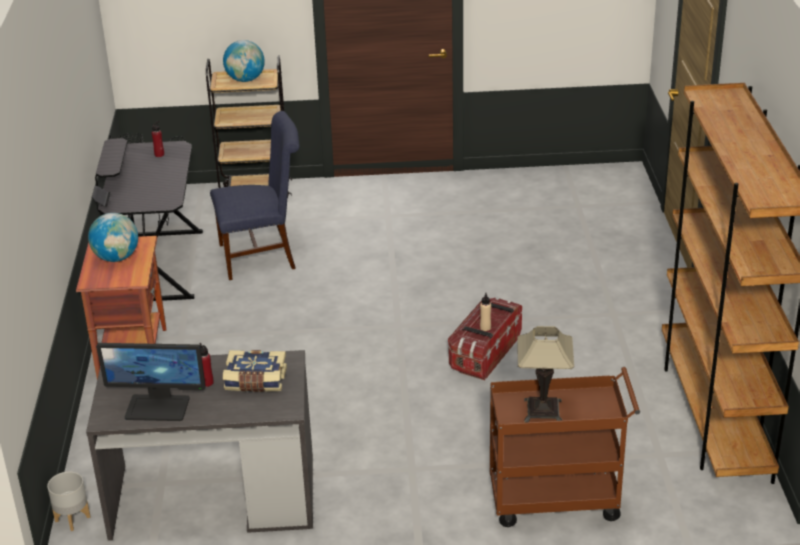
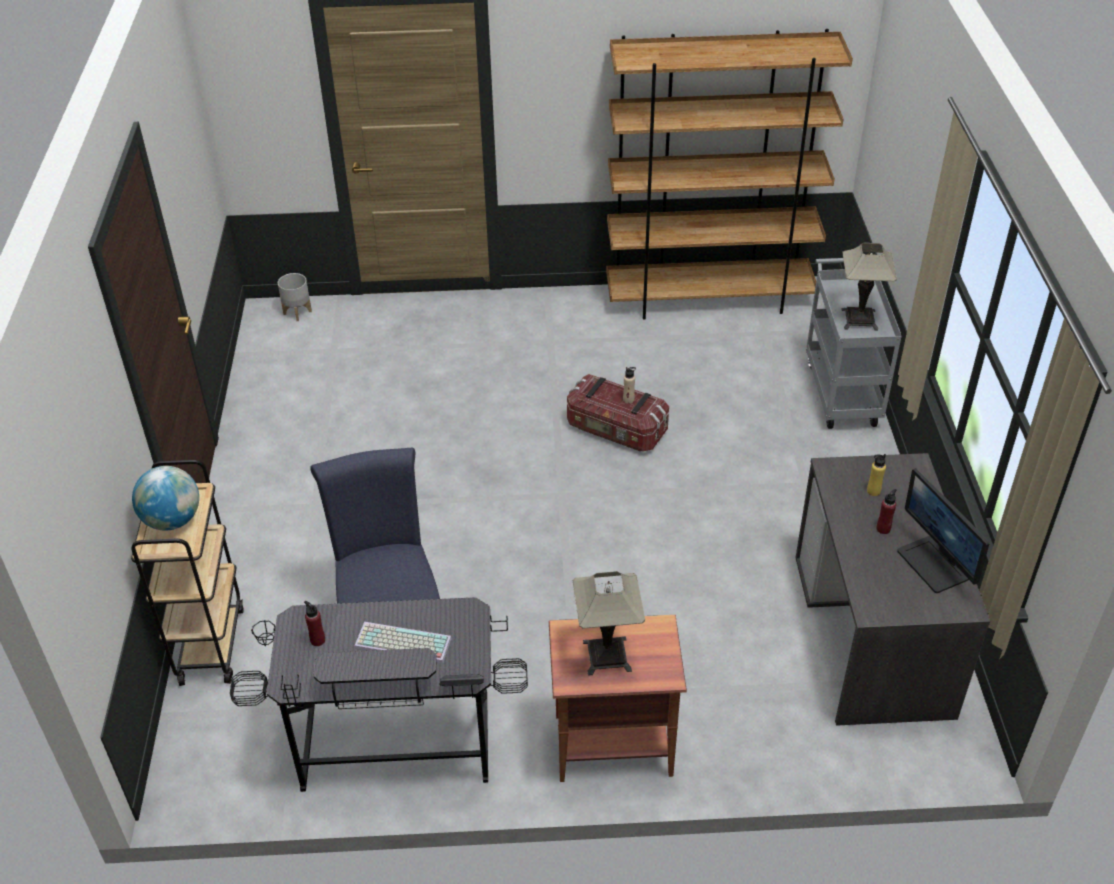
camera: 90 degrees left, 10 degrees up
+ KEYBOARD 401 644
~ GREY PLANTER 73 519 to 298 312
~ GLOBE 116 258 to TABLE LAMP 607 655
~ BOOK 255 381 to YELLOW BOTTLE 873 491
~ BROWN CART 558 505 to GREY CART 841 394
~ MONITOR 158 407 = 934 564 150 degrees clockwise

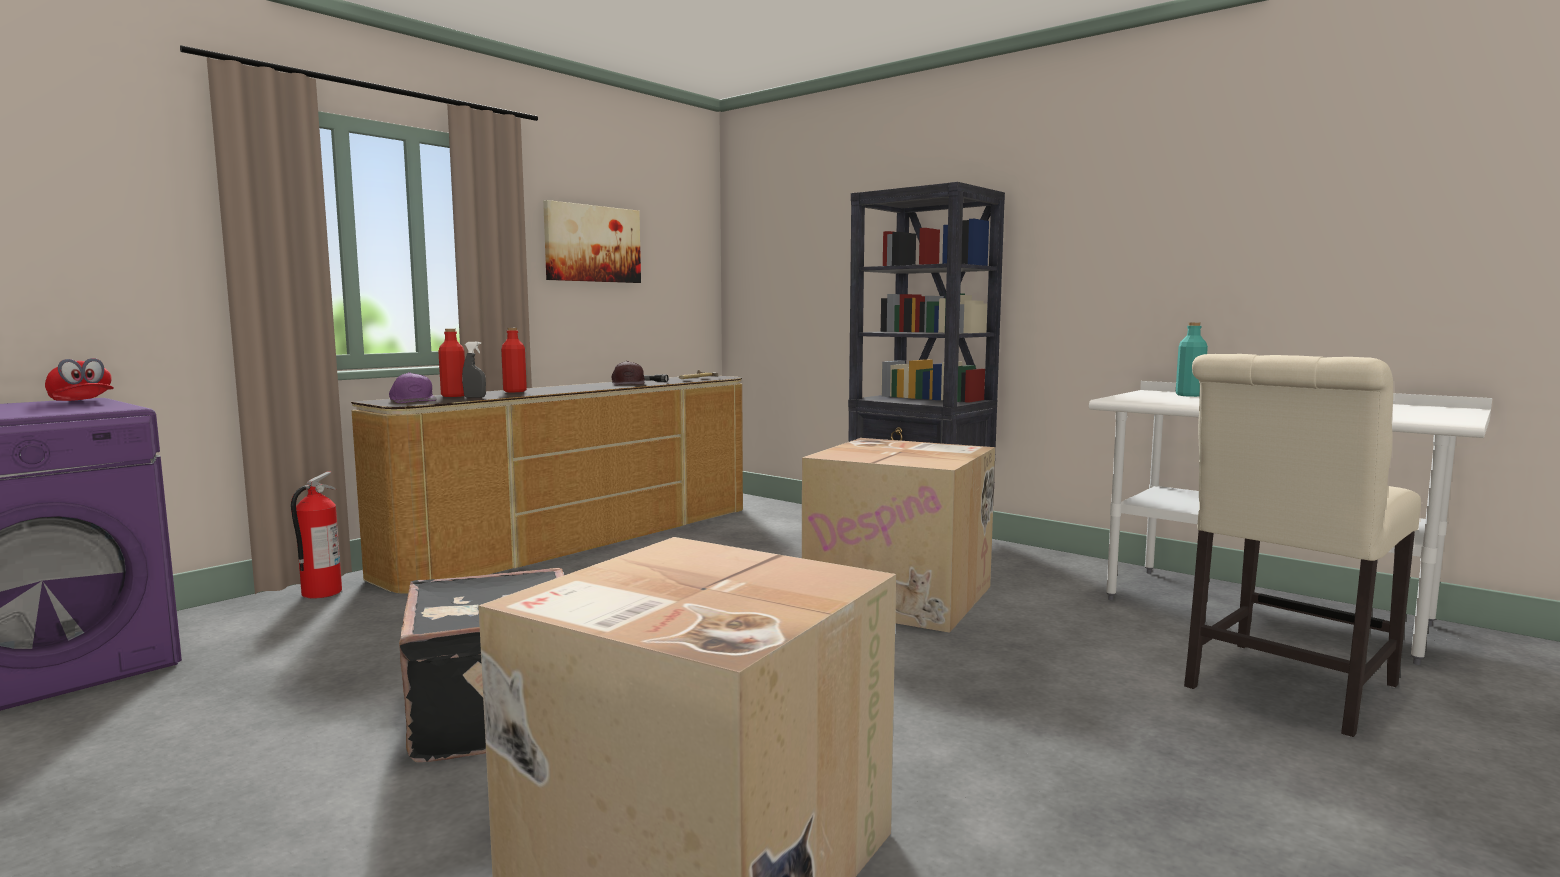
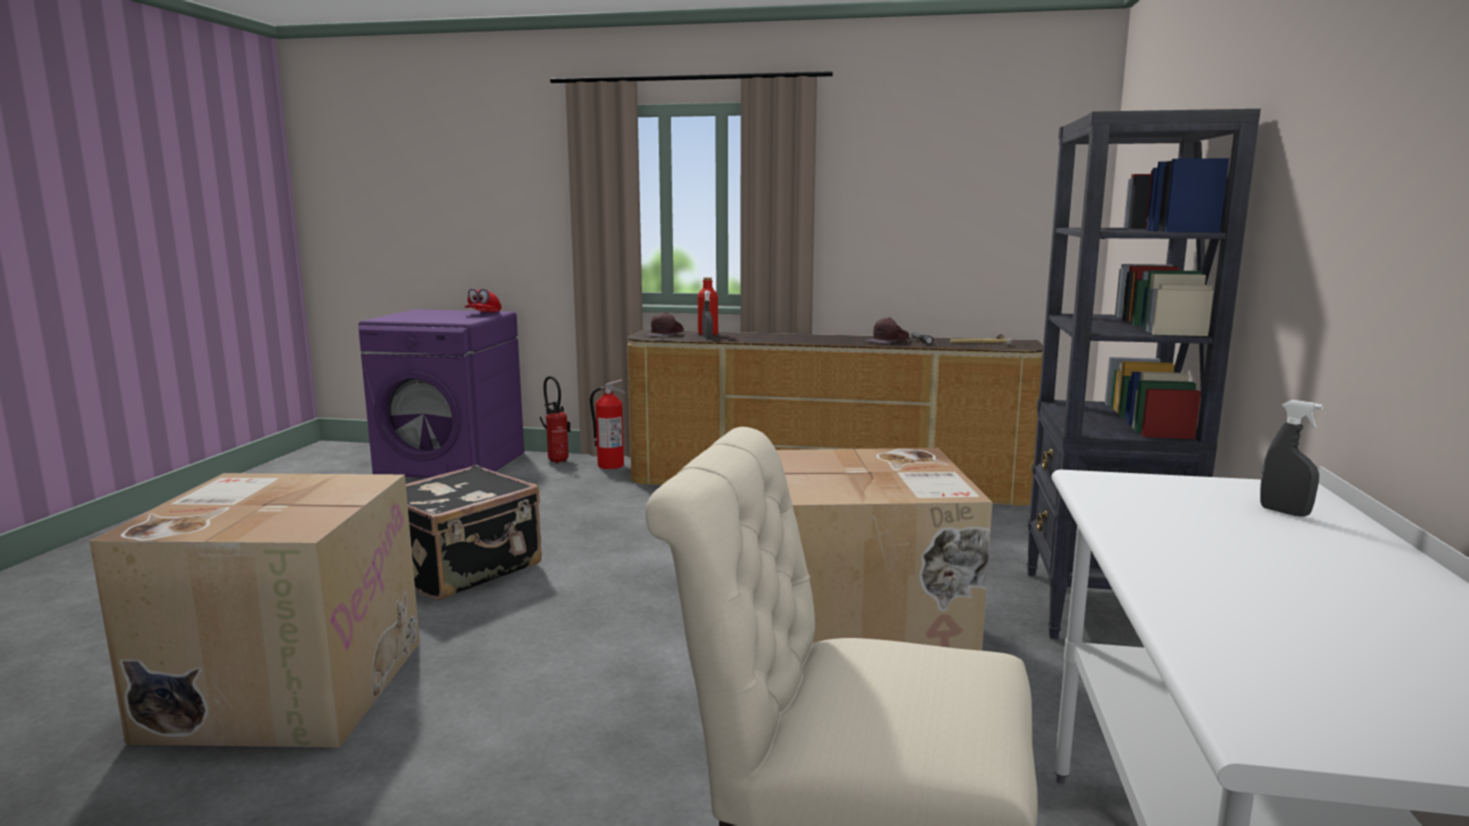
camera: 60 degrees right, 5 degrees up
- RED BOTTLE 515 391
- PICTURE 592 244
+ FIRE EXTINGUISHER 557 460
~ TURQUOISE BOTTLE 1189 395 to GREY SPRAY BOTTLE 1284 512
~ PURPLE CAP 413 400 to BROWN CAP 665 334

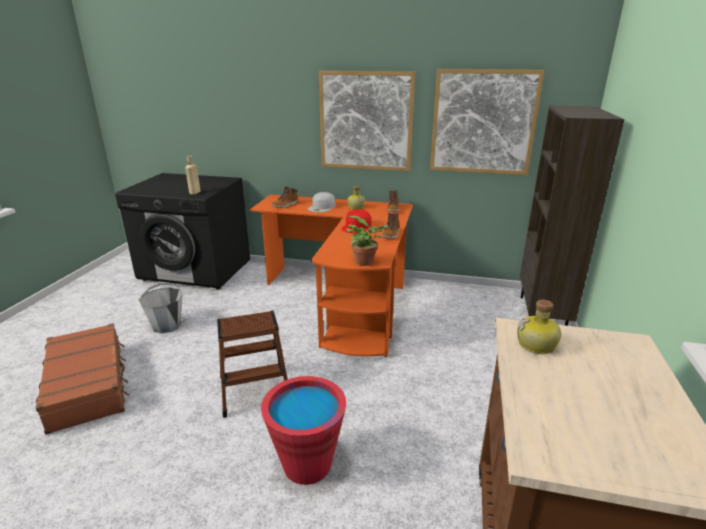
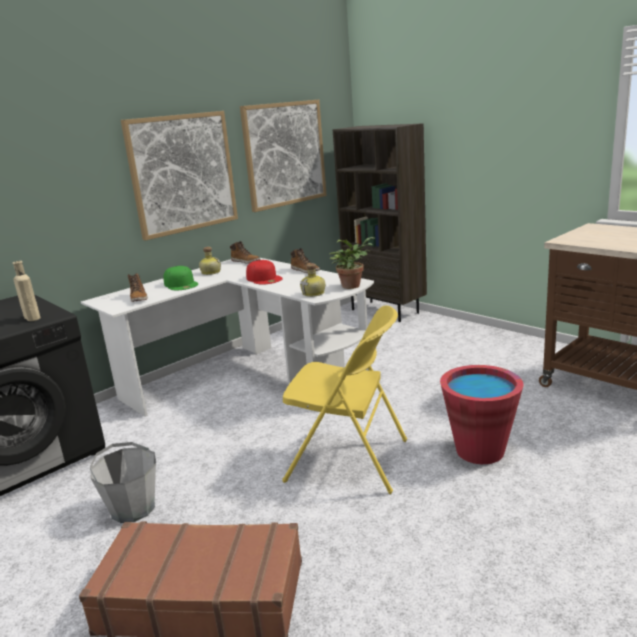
camera: 55 degrees left, 5 degrees down
~ BOTTLE 537 345 to 314 293
~ BROWN STEP LADDER 254 388 to YELLOW CHAIR 347 460
~ ORANGE DESK 345 299 to WHITE DESK 248 378
~ WHITE CAP 322 207 to GREEN CAP 181 284

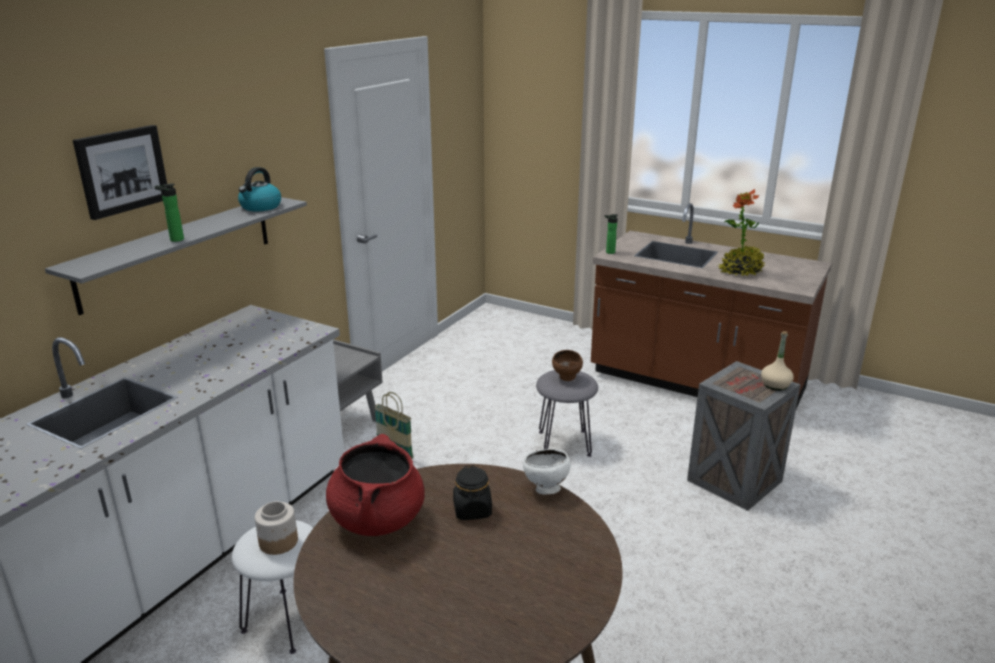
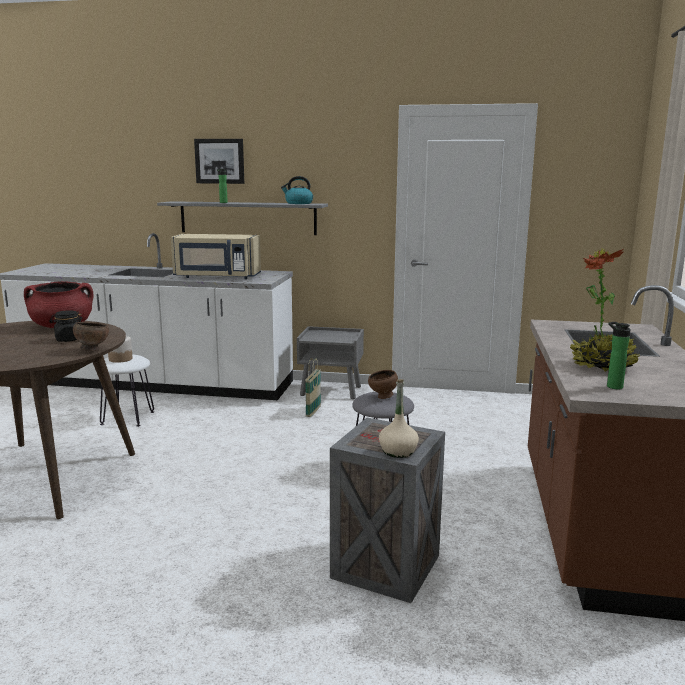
camera: 70 degrees right, 10 degrees down
+ BEIGE MICROWAVE 217 277
~ BOTTLE 609 252 to 612 386
~ WHITE BOWL 545 489 to BROWN BOWL 92 350

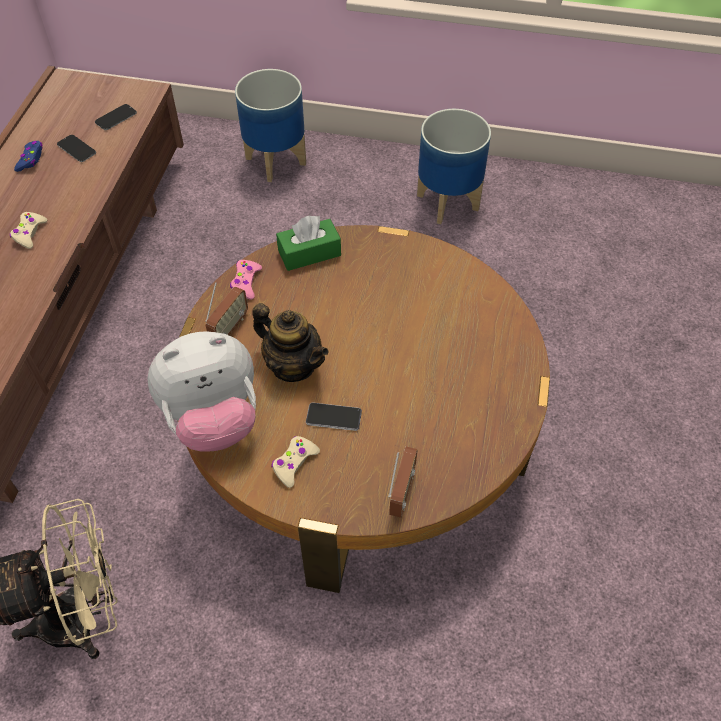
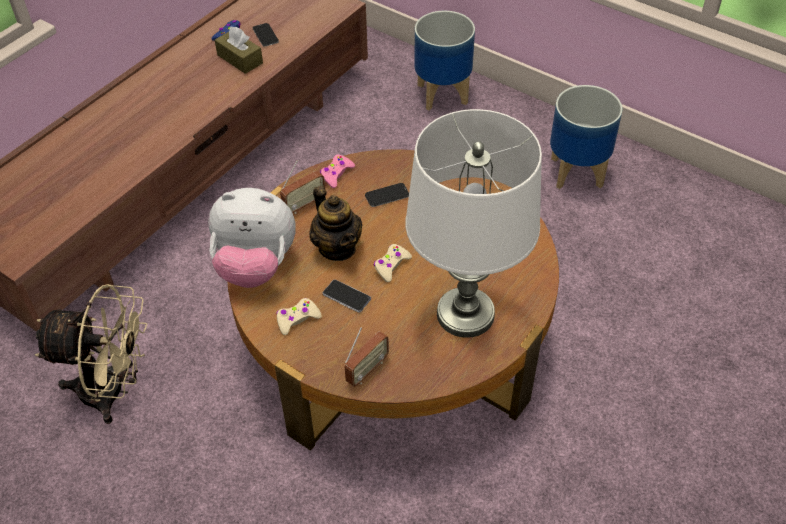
camera: 25 degrees right, 5 degrees down
- GREEN TISSUE BOX 309 253
+ BROWN TISSUE BOX 240 59
+ WHITE TABLE LAMP 465 314
~ BEIGE GAME CONTROLLER 29 233 to 391 266
~ PHONE 116 118 to 387 196

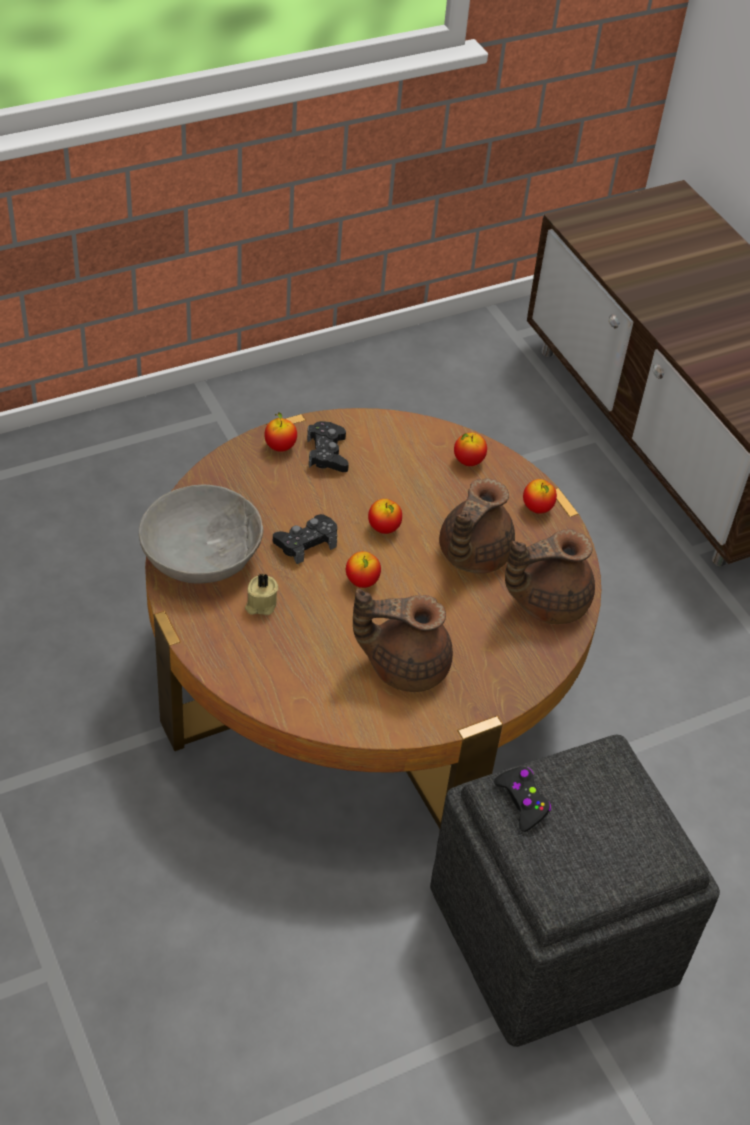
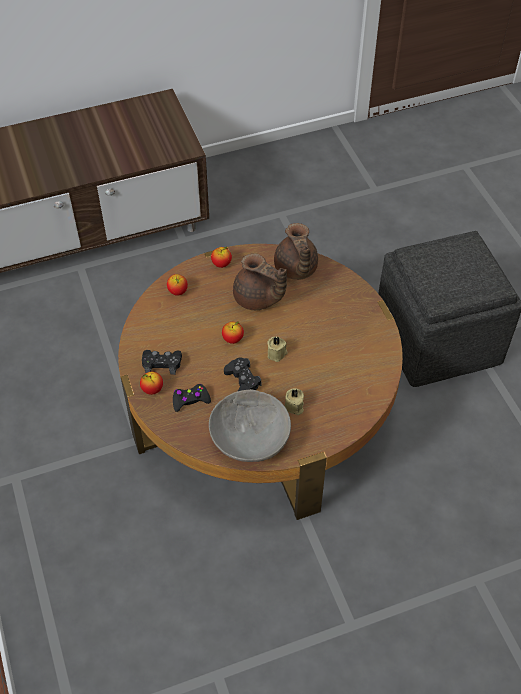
camera: 80 degrees left, 5 degrees up
- BROWN TEAPOT 404 665
~ BLACK GAME CONTROLLER 522 802 to 190 400
~ APPLE 362 582 to BEIGE CANDLE 277 354

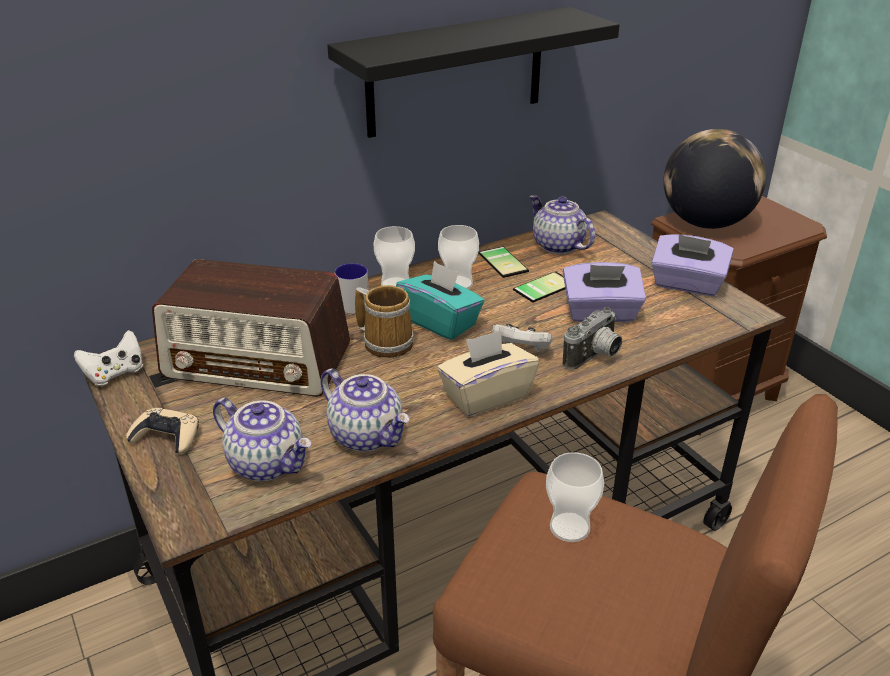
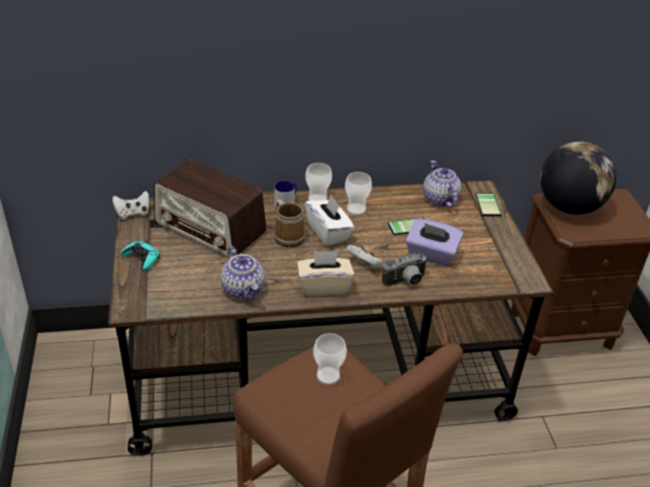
camera: 20 degrees right, 5 degrees up
- TEAPOT 268 463
- BLACK SHELF 456 72
- PURPLE TISSUE BOX 687 284
~ PHONE 505 261 to 490 205
~ BEIGE GAME CONTROLLER 166 437 to TURQUOISE GAME CONTROLLER 141 258
~ TURQUOISE TISSUE BOX 440 322 to WHITE TISSUE BOX 328 232

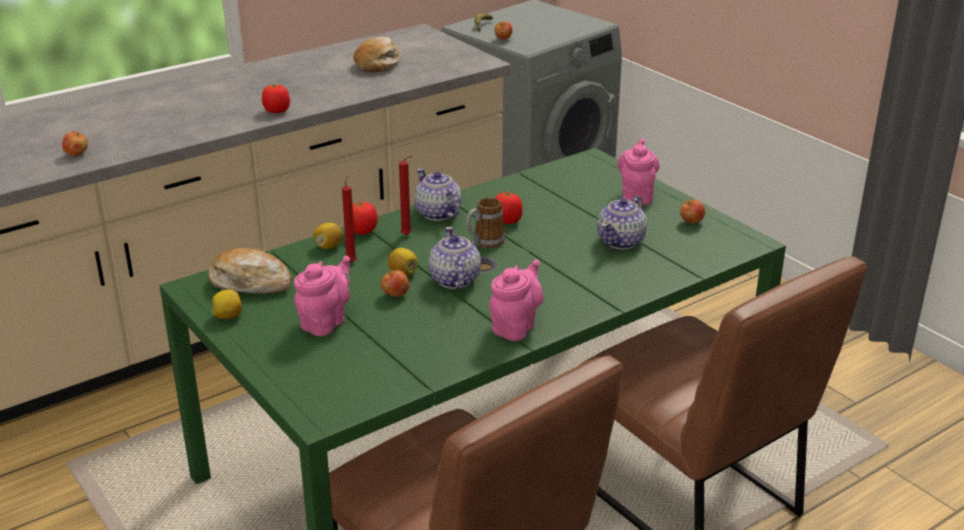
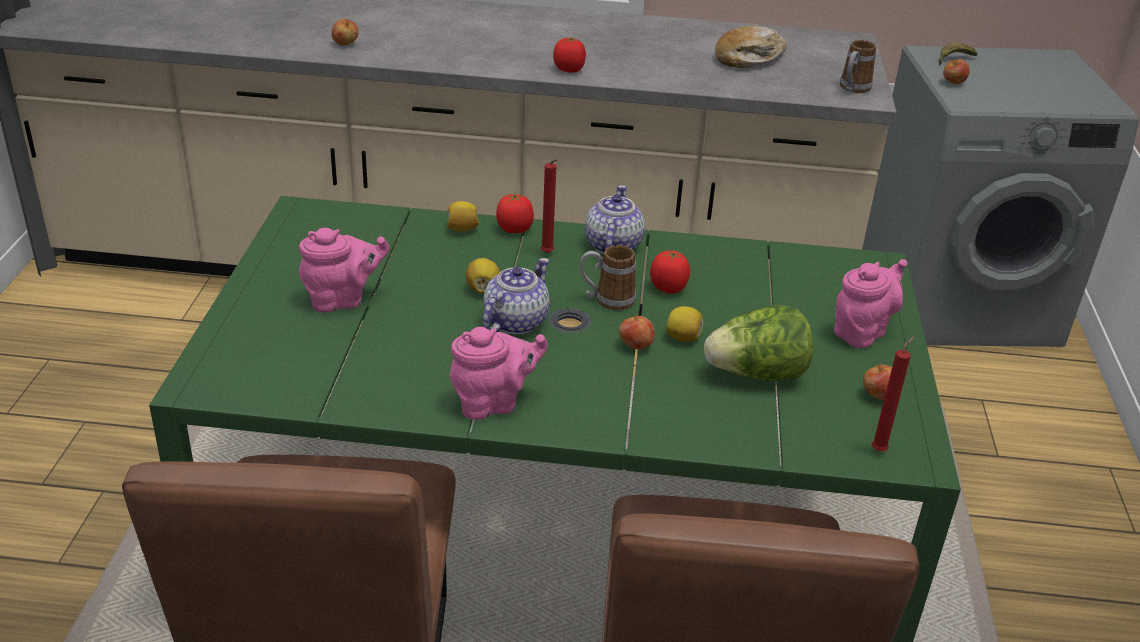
camera: 40 degrees right, 5 degrees up
- BREAD 250 282
+ MUG 852 89
~ LEMON 228 316 to 683 338
~ RED CANDLE 351 261 to 880 450
~ APPLE 395 295 to 635 346
~ TEAPOT 621 241 to LETTUCE 756 374

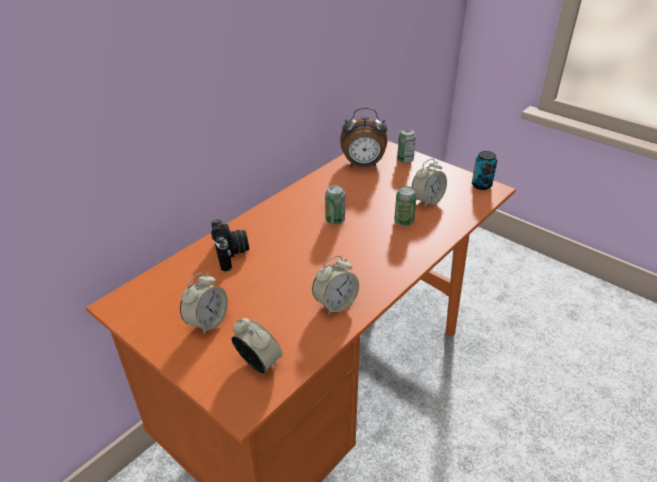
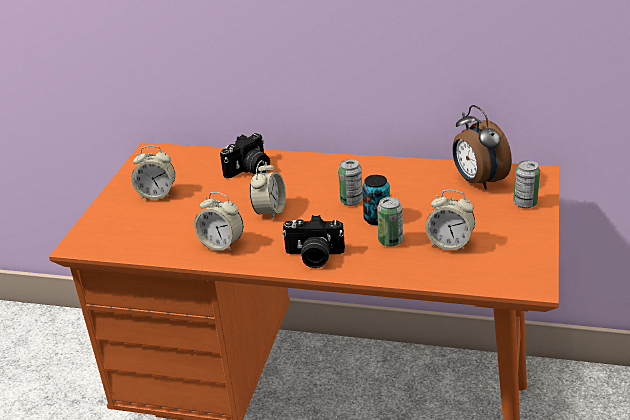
camera: 65 degrees right, 5 degrees down
+ PHOTO CAMERA 314 257
~ ALARM CLOCK 258 363 to 270 211
~ CAN 481 185 to 377 219

